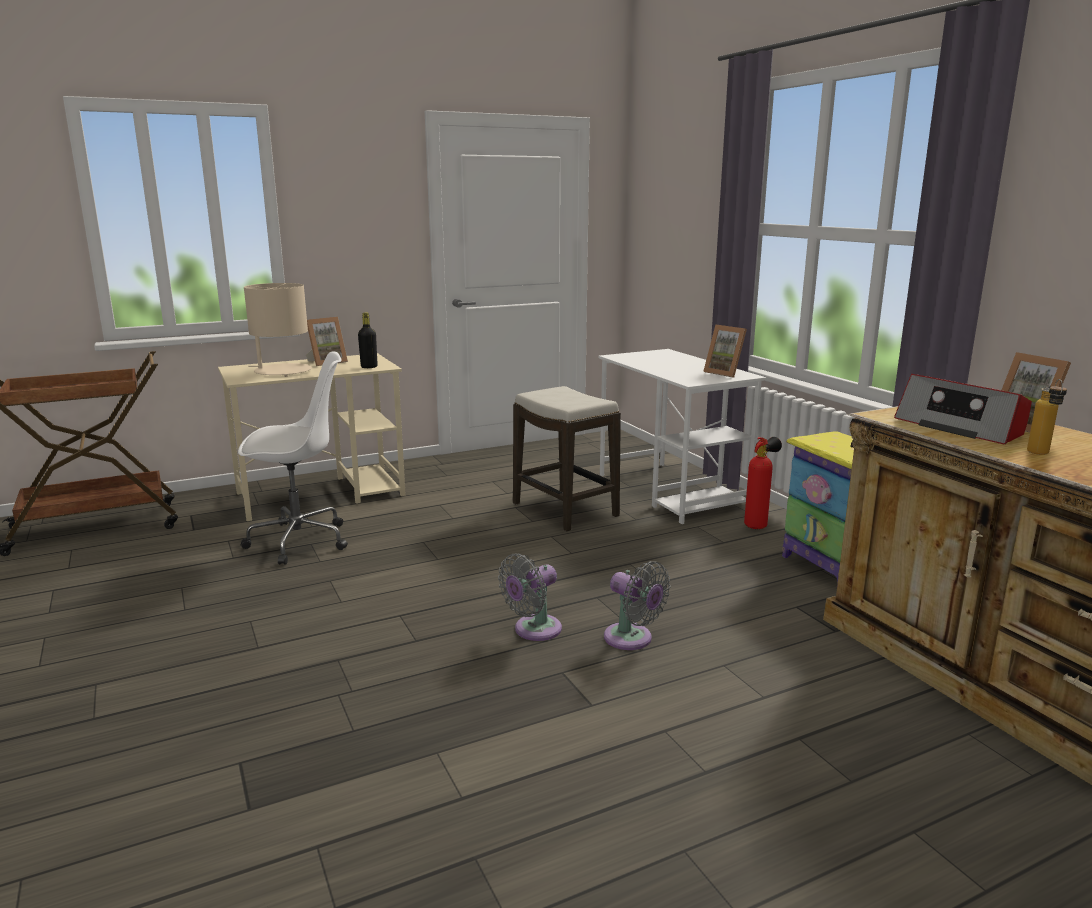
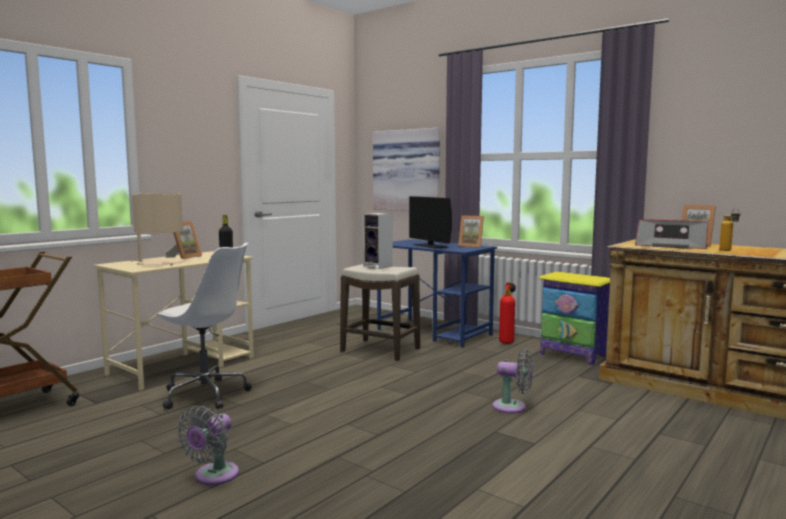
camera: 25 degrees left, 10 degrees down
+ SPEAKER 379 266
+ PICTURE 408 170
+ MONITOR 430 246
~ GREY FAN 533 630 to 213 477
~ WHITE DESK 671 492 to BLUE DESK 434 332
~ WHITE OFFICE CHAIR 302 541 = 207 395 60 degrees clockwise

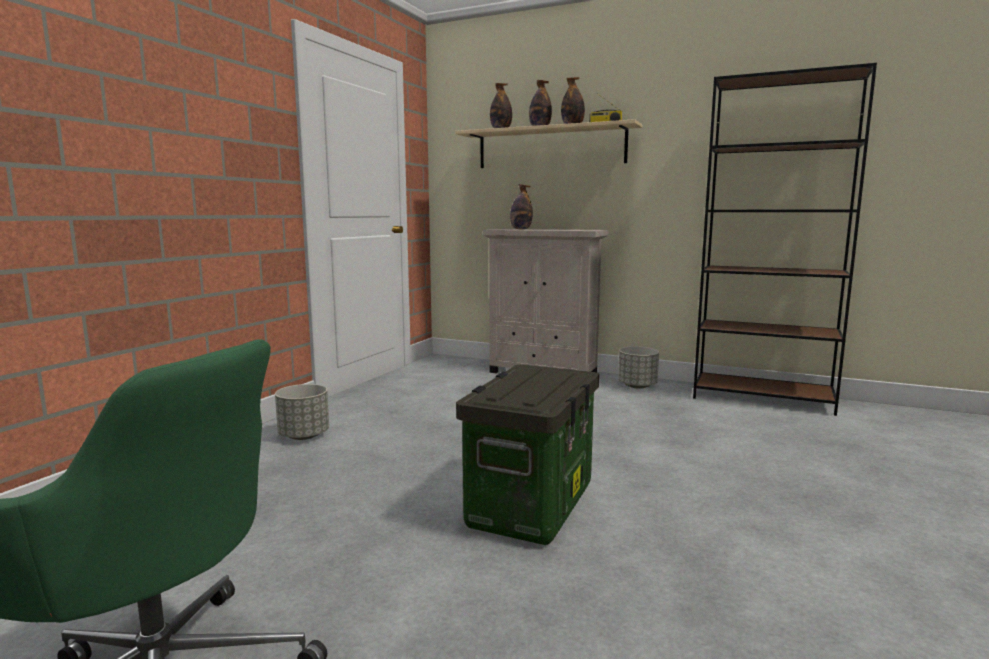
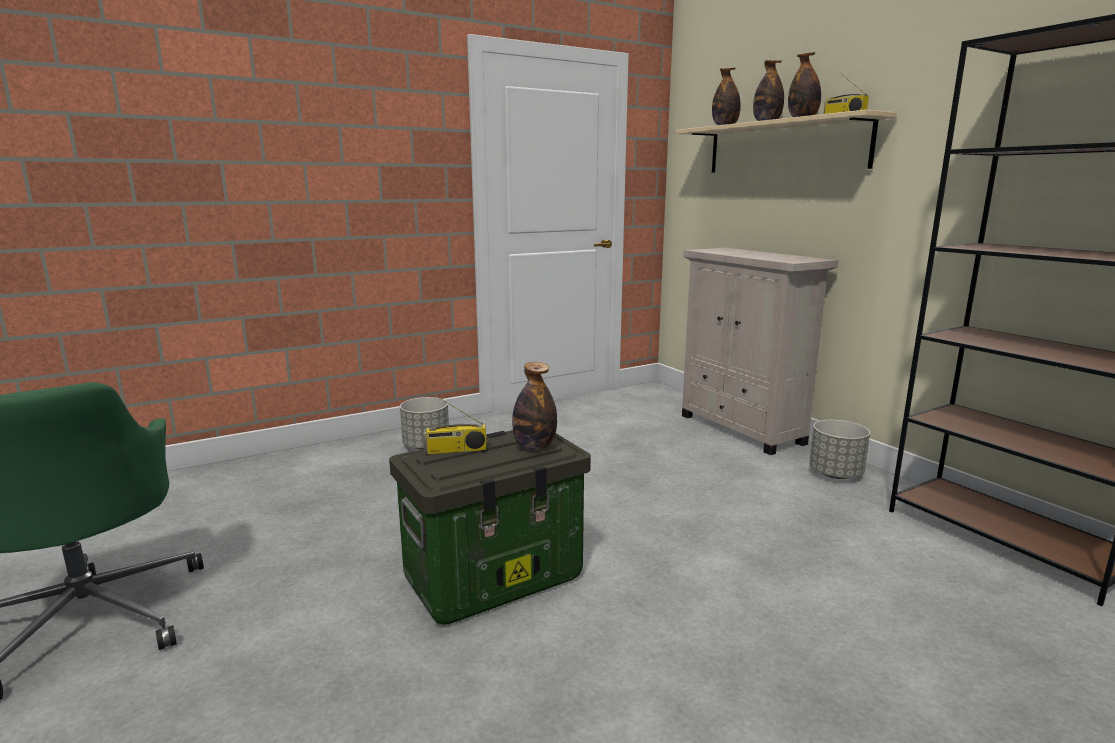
camera: 35 degrees right, 5 degrees up
+ RADIO 455 450
~ BOTTLE 520 229 to 534 446

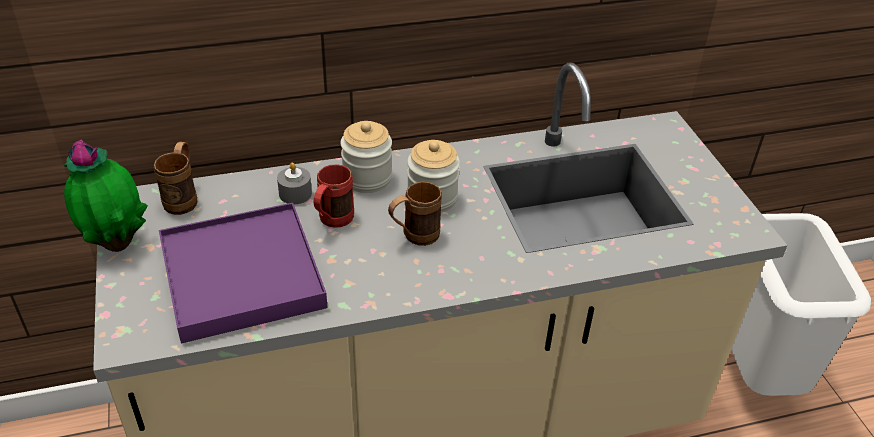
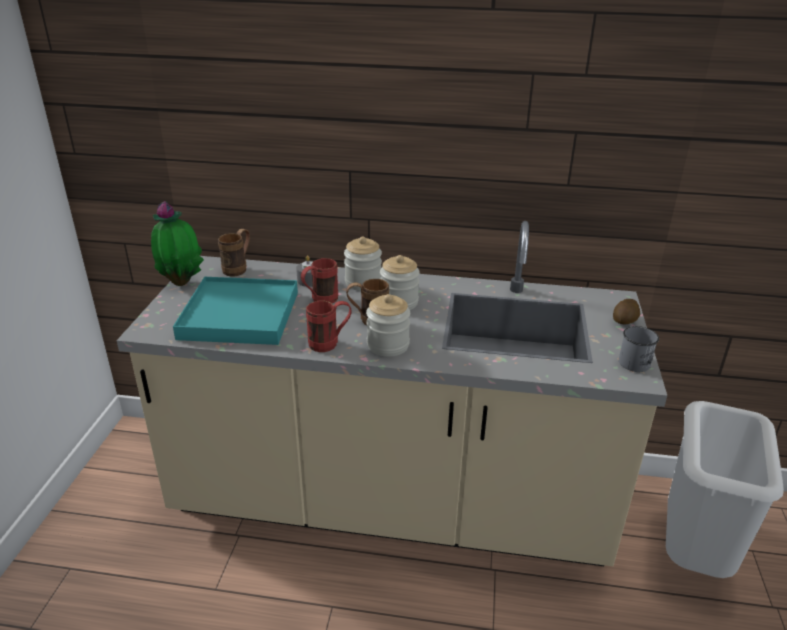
camera: 25 degrees right, 10 degrees down
+ RED MUG 330 343
+ JAR 388 345
+ POTATO 624 321
+ GREY MUG 637 361
~ PURPLE TRAY 241 276 to TURQUOISE TRAY 239 315

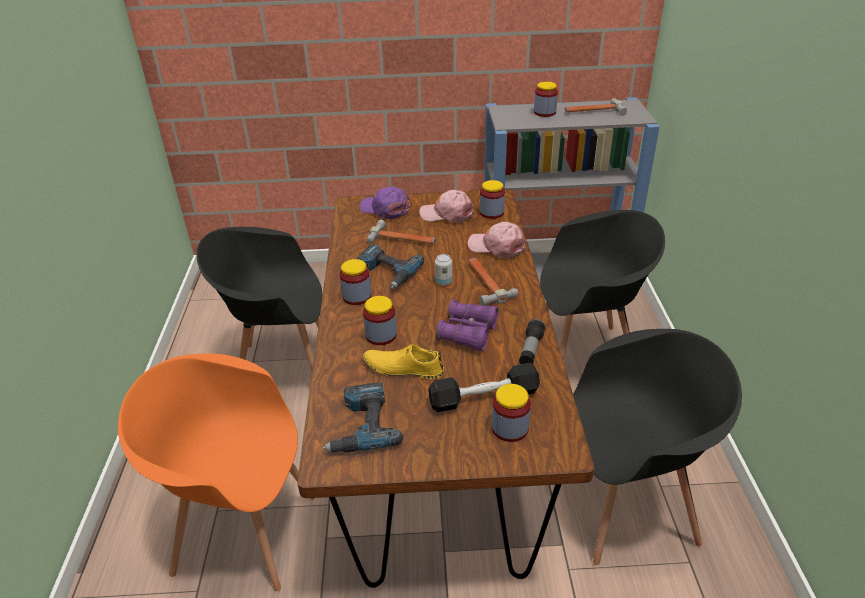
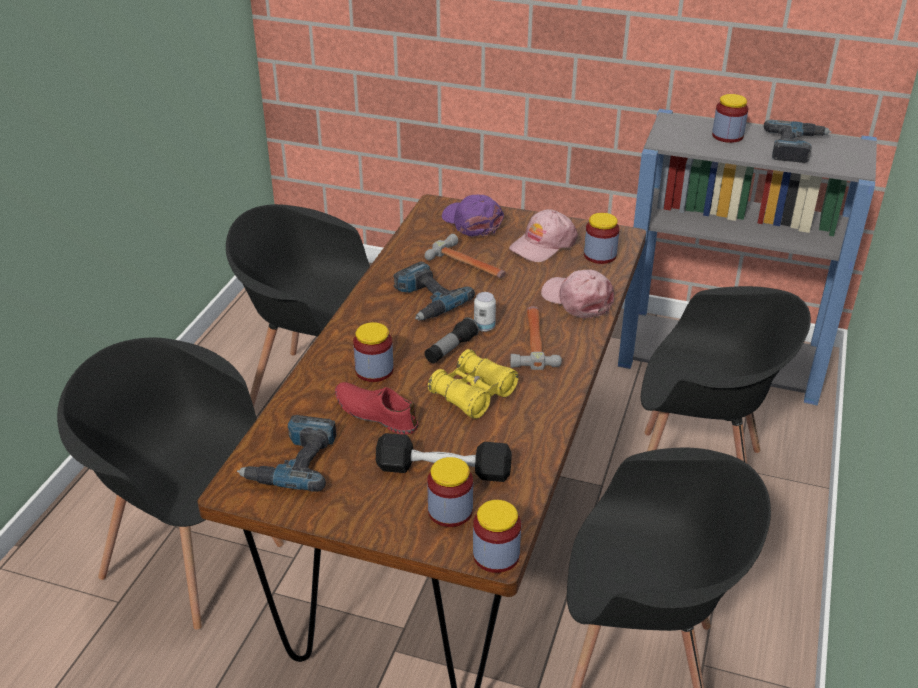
camera: 20 degrees right, 0 degrees up
~ JAR 357 296 to 496 555
~ FLASHLIGHT 530 350 to 451 349
~ HAMMER 593 112 to POWER DRILL 796 147
~ ORANGE CHAIR 244 532 to BLACK CHAIR 192 559
~ YELLOW SHOE 403 368 to RED SHOE 376 413
~ PURPLE BINOCULARS 468 333 to YELLOW BINOCULARS 473 394
~ PINK CAP 447 214 = 543 244 75 degrees counterclockwise

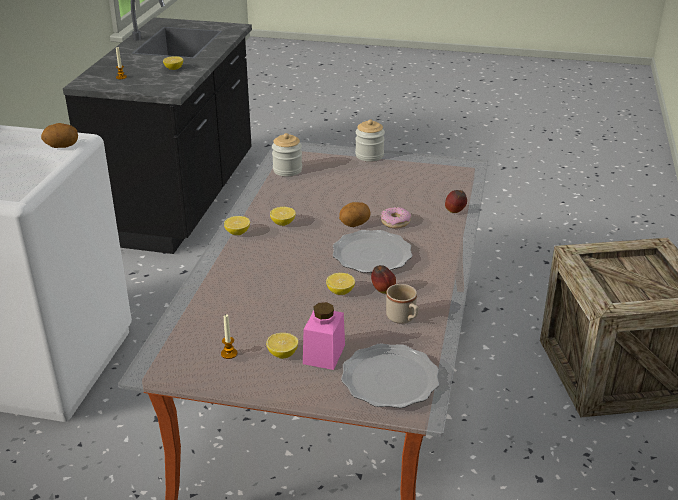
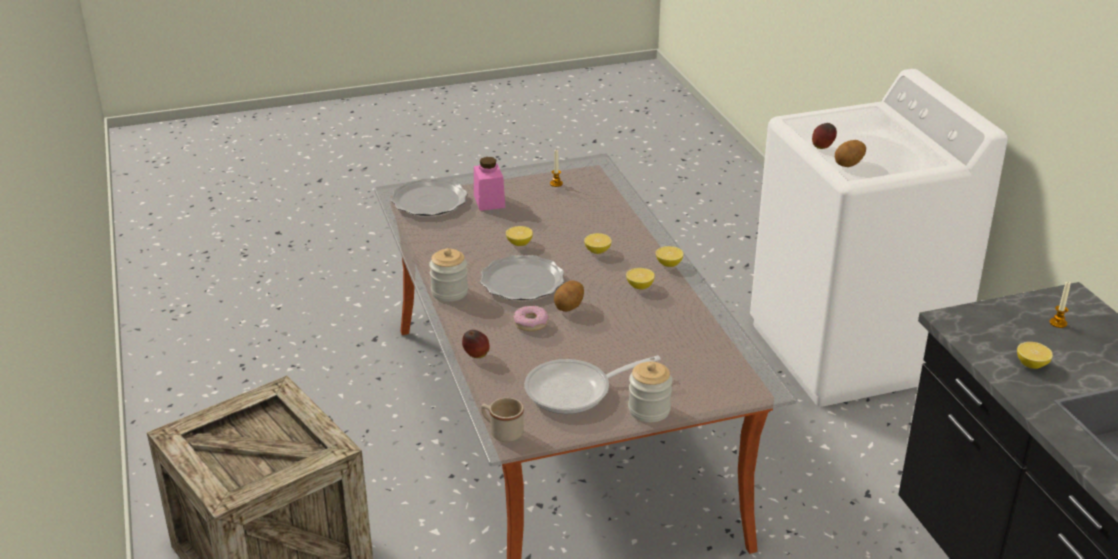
camera: 150 degrees right, 0 degrees up
+ FRYING PAN 576 391
~ LEMON 282 354 to 597 251
~ JAR 287 170 to 449 292
~ APPLE 382 291 to 822 148
~ BEIGE MUG 403 318 to 502 432

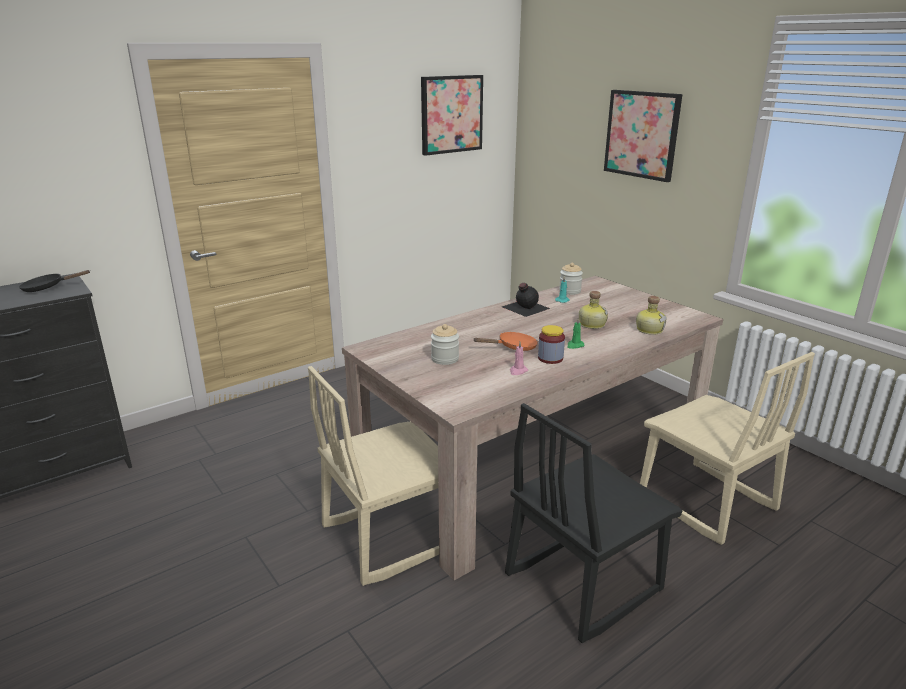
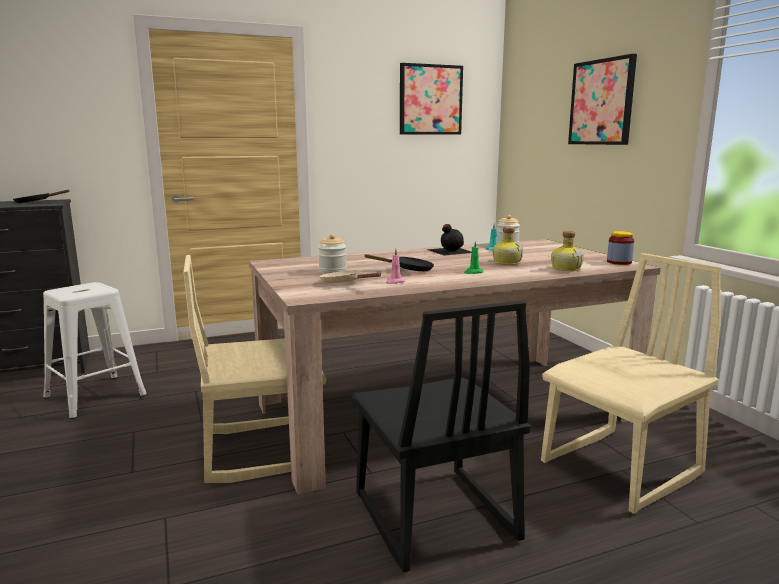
camera: 15 degrees right, 10 degrees down
+ WHITE STOOL 95 396
+ BEIGE FRYING PAN 345 283
~ JAR 550 358 to 619 262
~ ORANGE FRYING PAN 513 347 to BLACK FRYING PAN 408 270
~ BLACK CHAIR 581 581 = 433 517 90 degrees counterclockwise
~ BEIGE CHAIR 705 502 = 622 469 105 degrees counterclockwise

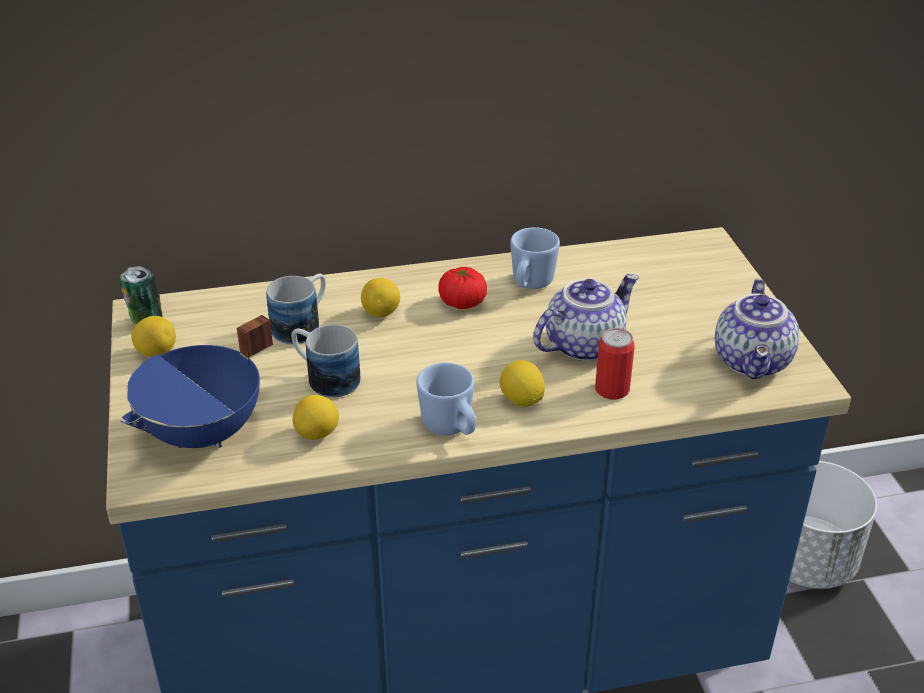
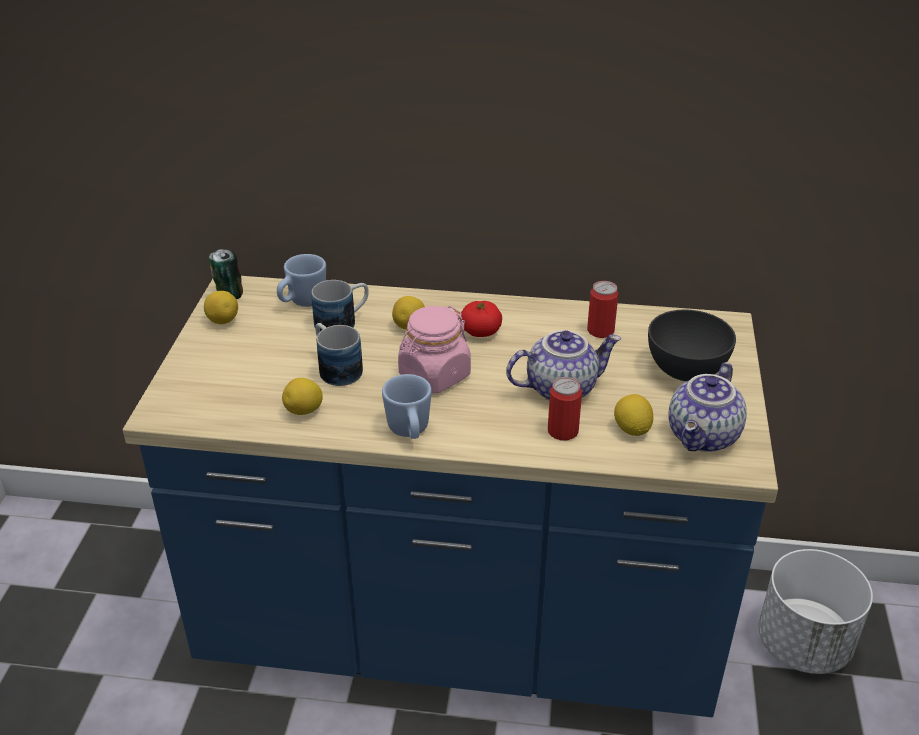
camera: 20 degrees right, 0 degrees up
- BLUE COOKING POT 204 434
+ PINK JAR 434 375
+ CAN 600 331
+ GREY BOWL 686 370
~ LEMON 521 400 to 632 429
~ BLUE MUG 530 285 to 302 302

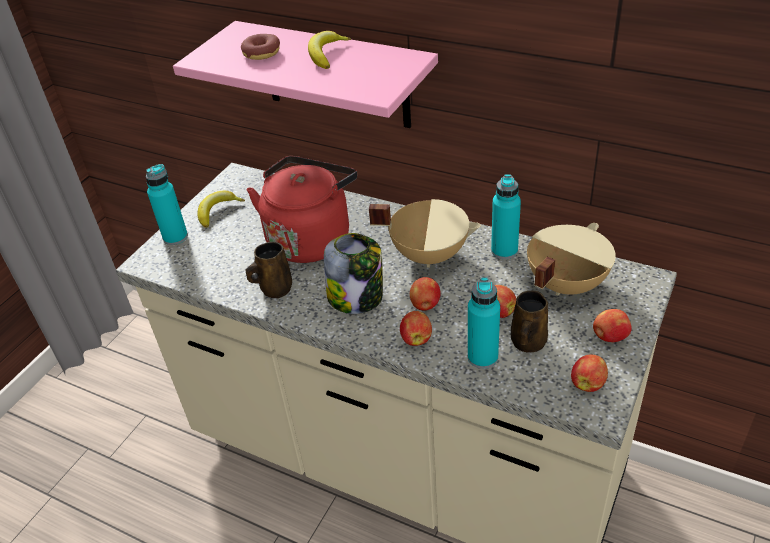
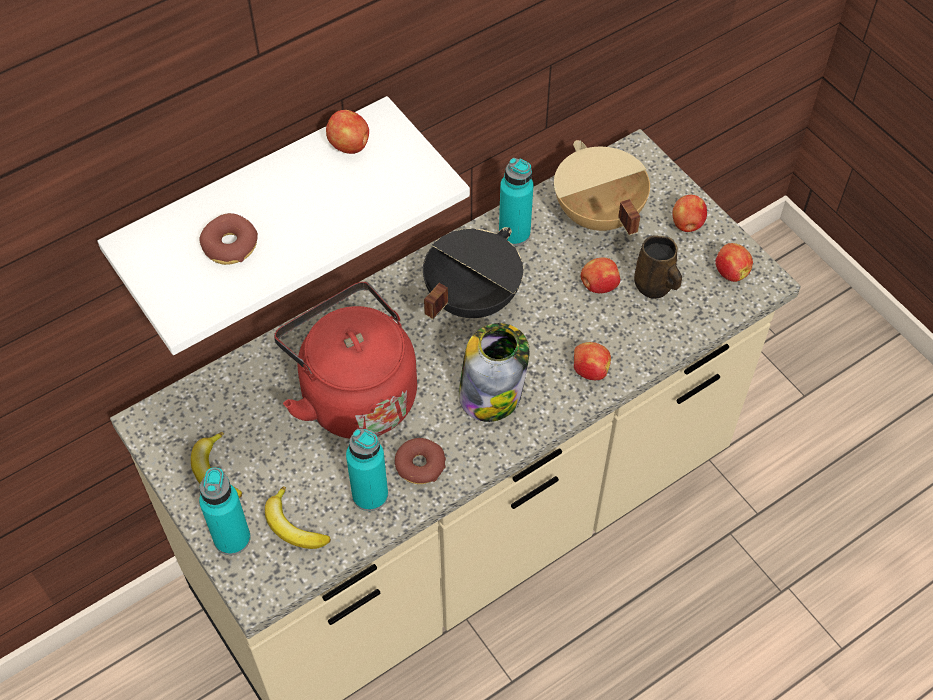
camera: 65 degrees left, 15 degrees up
~ BANANA 326 54 to 293 526
~ APPLE 425 305 to 350 146
~ TURQUOISE BOTTLE 482 357 to 370 495
~ BROWN MUG 274 289 to DONUT 420 465
~ PINK SHELF 335 75 to WHITE SHELF 255 204
~ BEIGE COOKING POT 429 254 to BLACK COOKING POT 470 297

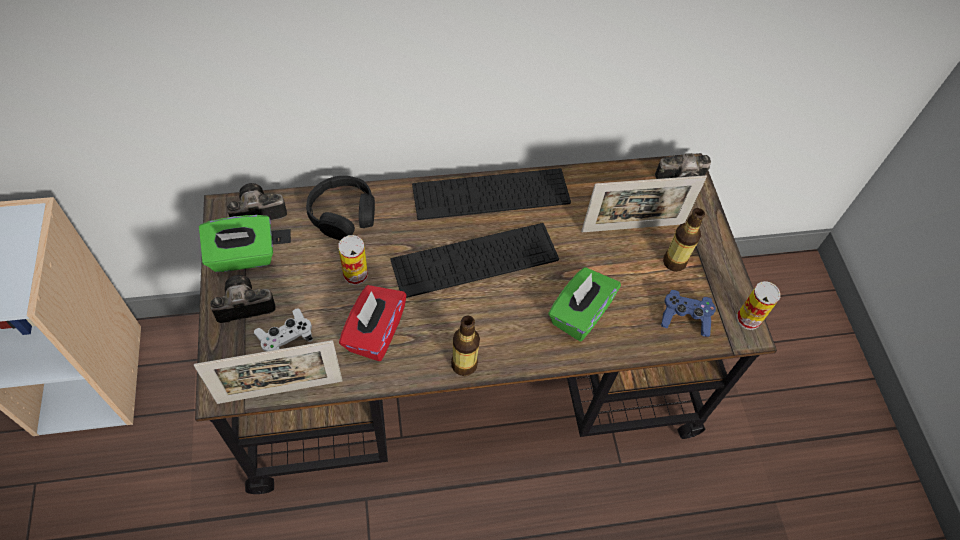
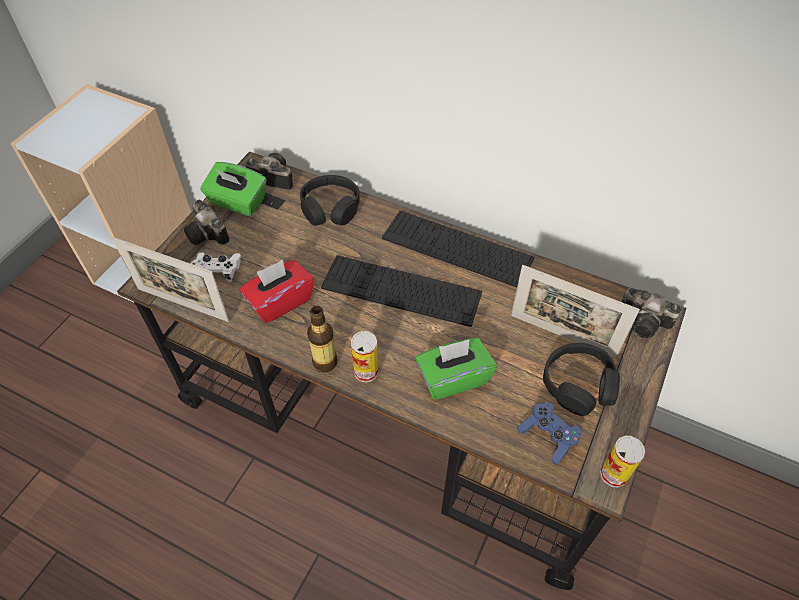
camera: 40 degrees right, 5 degrees down
~ CAN 355 274 to 366 371
~ BOTTLE 674 262 to BLACK HEADPHONES 578 384
~ PHOTO CAMERA 242 306 = 209 234 150 degrees counterclockwise

